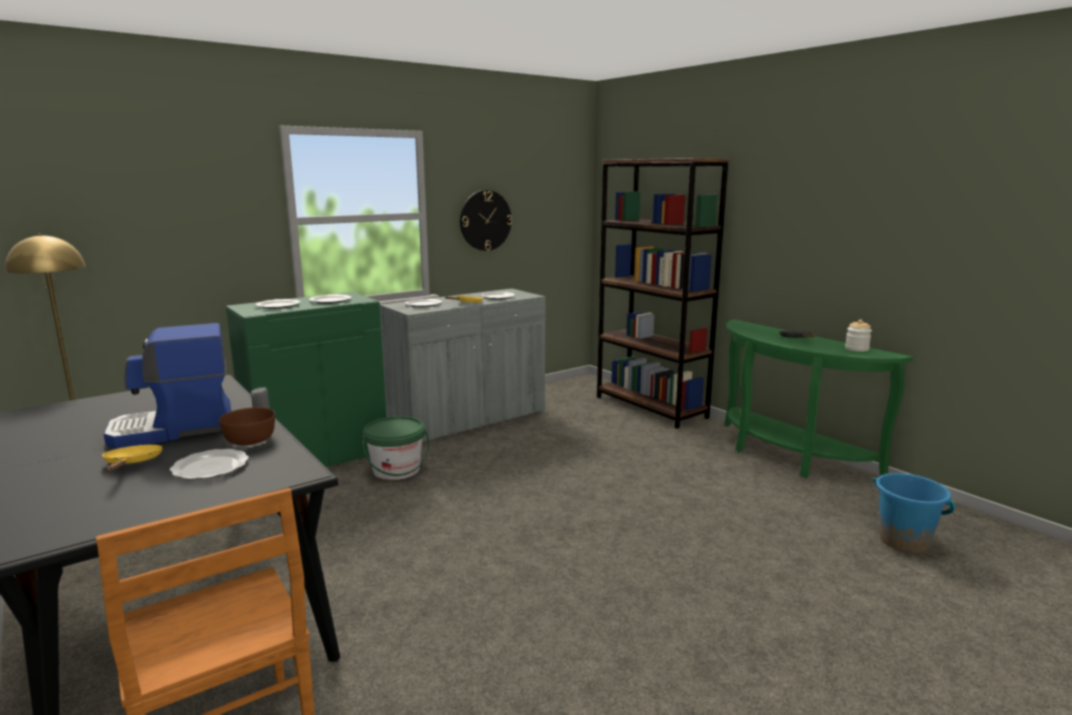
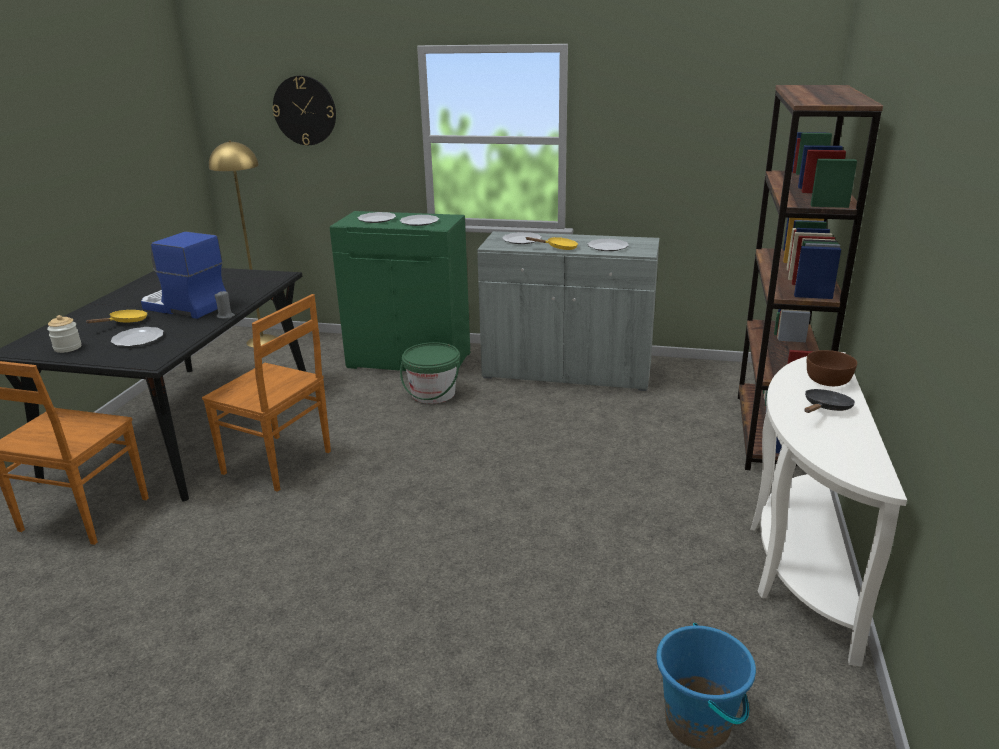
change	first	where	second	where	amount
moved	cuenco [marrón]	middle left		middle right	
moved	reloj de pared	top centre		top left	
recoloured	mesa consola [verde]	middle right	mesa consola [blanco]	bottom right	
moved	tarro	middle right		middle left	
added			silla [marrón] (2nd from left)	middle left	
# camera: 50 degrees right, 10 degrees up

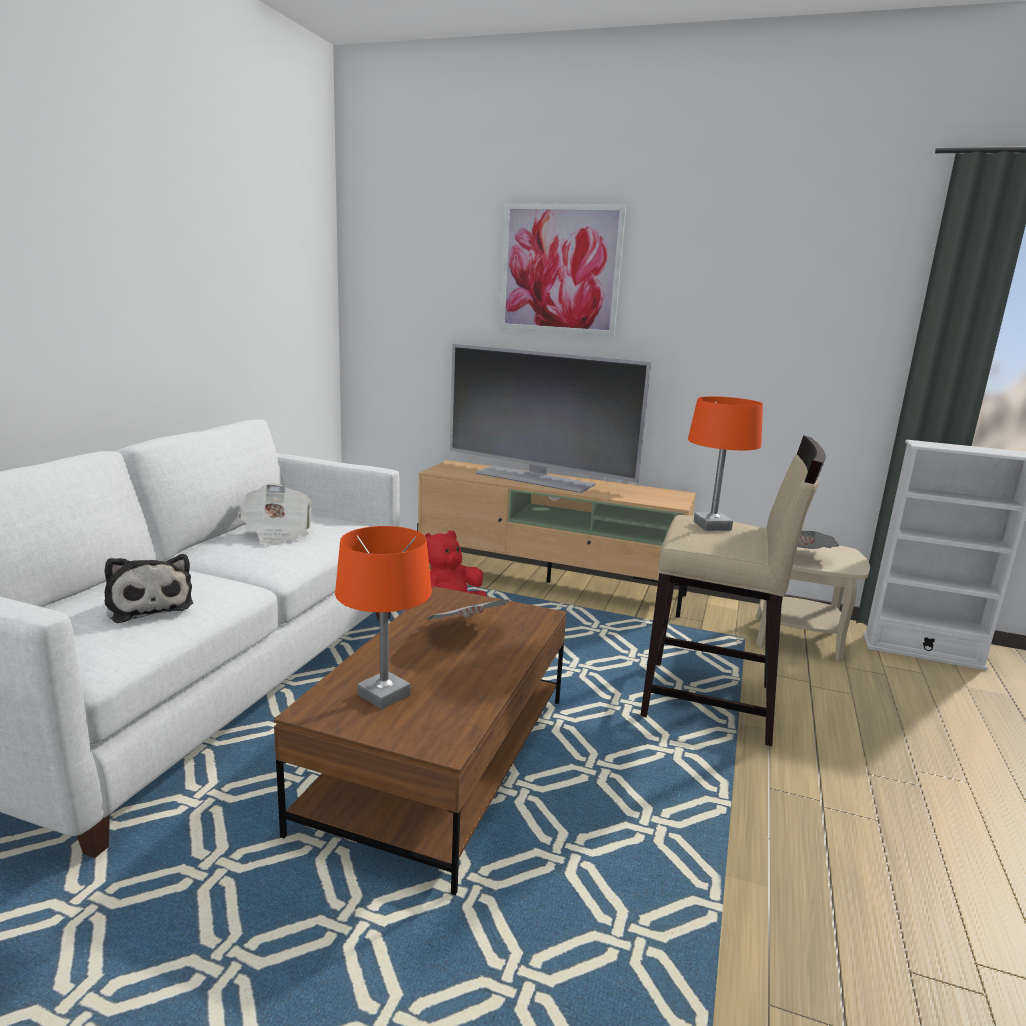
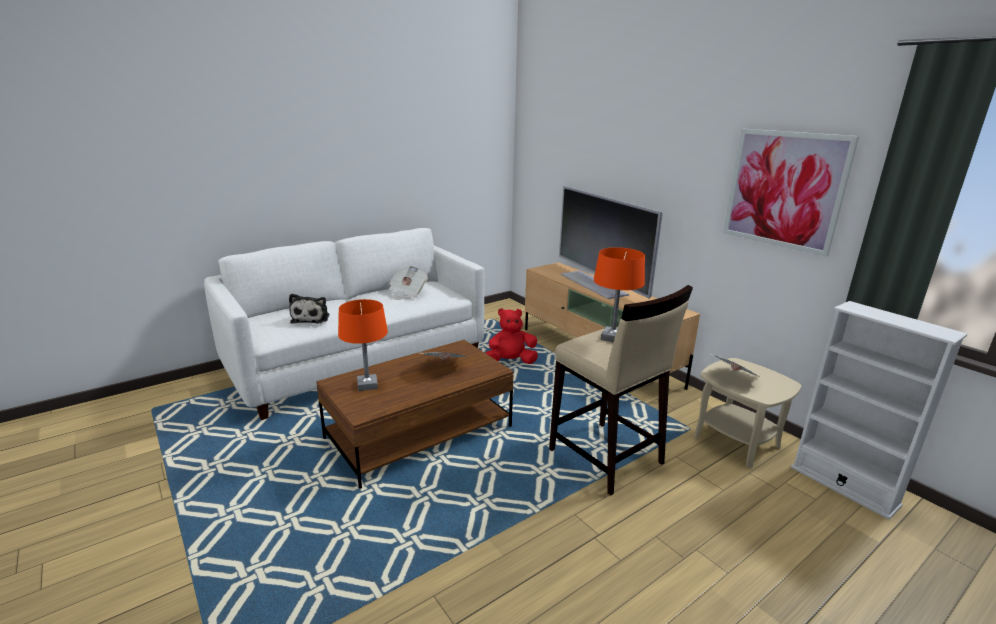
change	first	where	second	where	amount
moved	cuadro	top centre		top right	
# camera: 35 degrees right, 5 degrees up

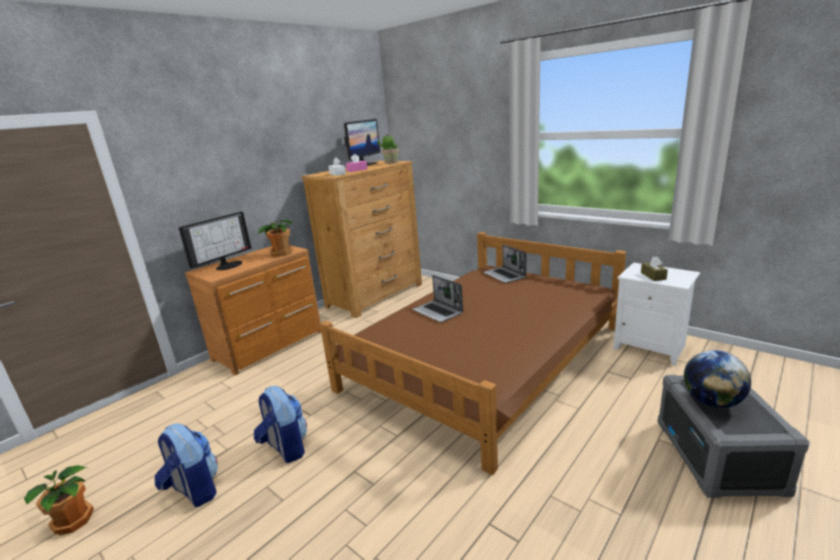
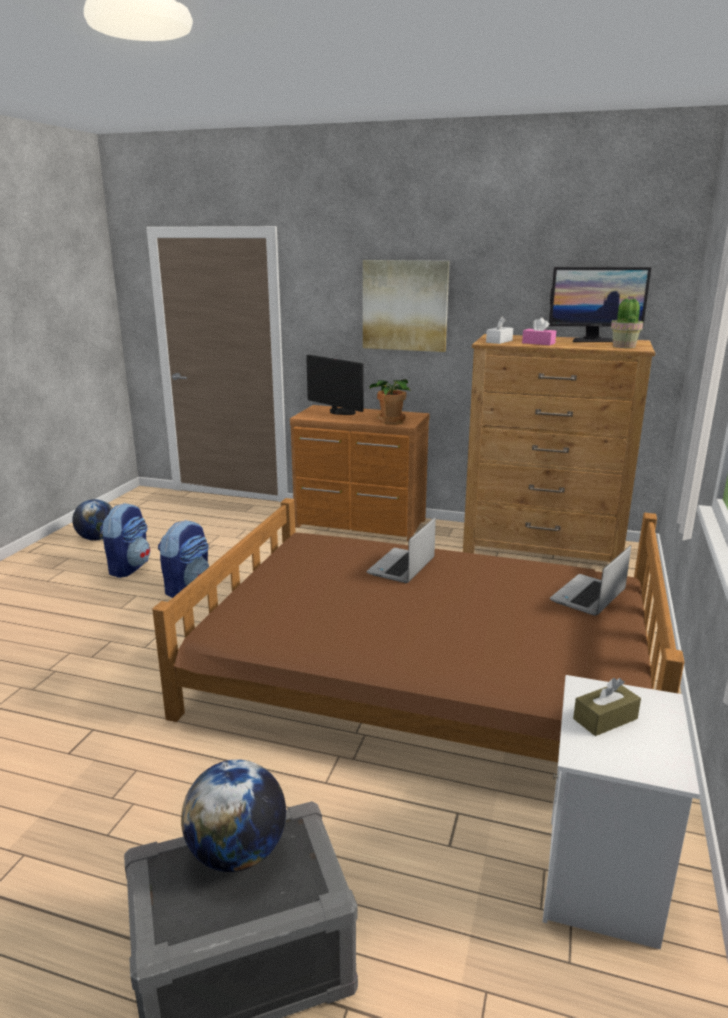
change	first	where	second	where	amount
replaced	planta en maceta (1st from left)	bottom left	globo terráqueo (1st from left)	middle left	
turned	monitor (1st from left)	middle left		centre	150 degrees counterclockwise
added			cuadro	top centre	
# camera: 65 degrees right, 0 degrees up

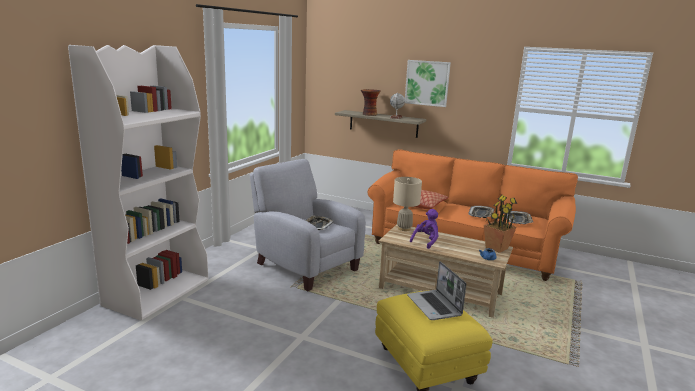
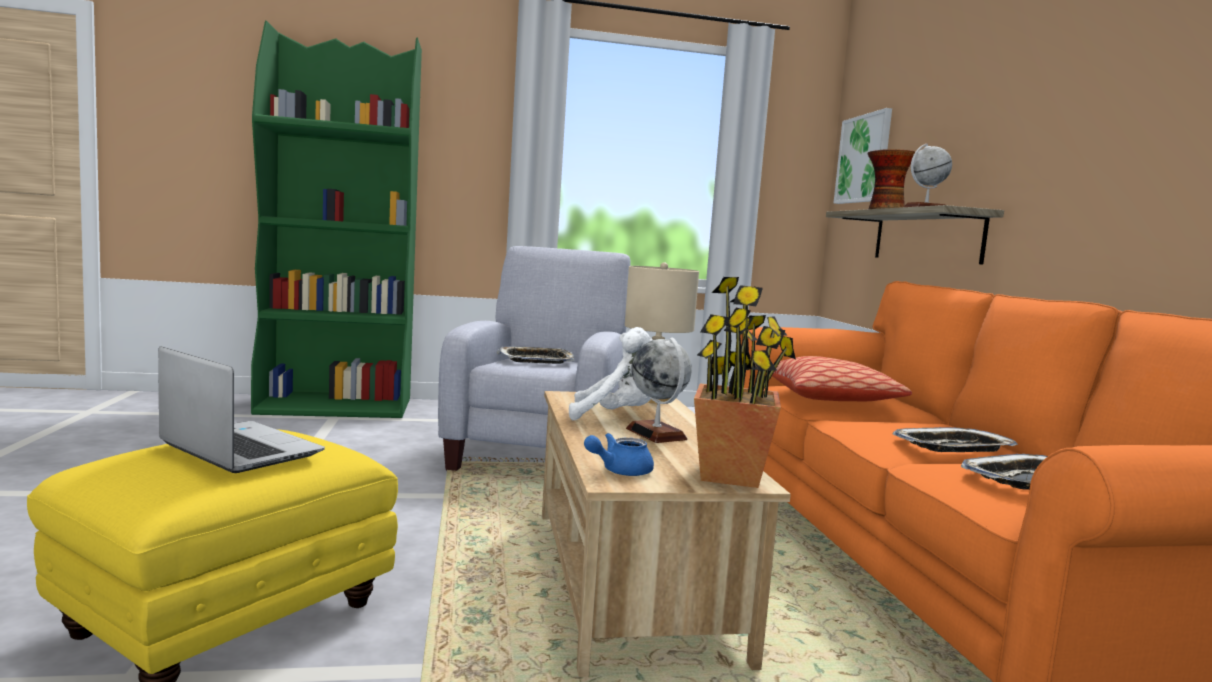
change	first	where	second	where	amount
recoloured	estantería [blanco]	middle left	estantería [verde]	top left	
moved	cuadro	top centre		top right	
turned	portátil	bottom centre		middle left	90 degrees clockwise
recoloured	peluche [morado]	centre	peluche [blanco]	centre	
added			globo terráqueo (1st from left)	centre	
# camera: 55 degrees right, 10 degrees down

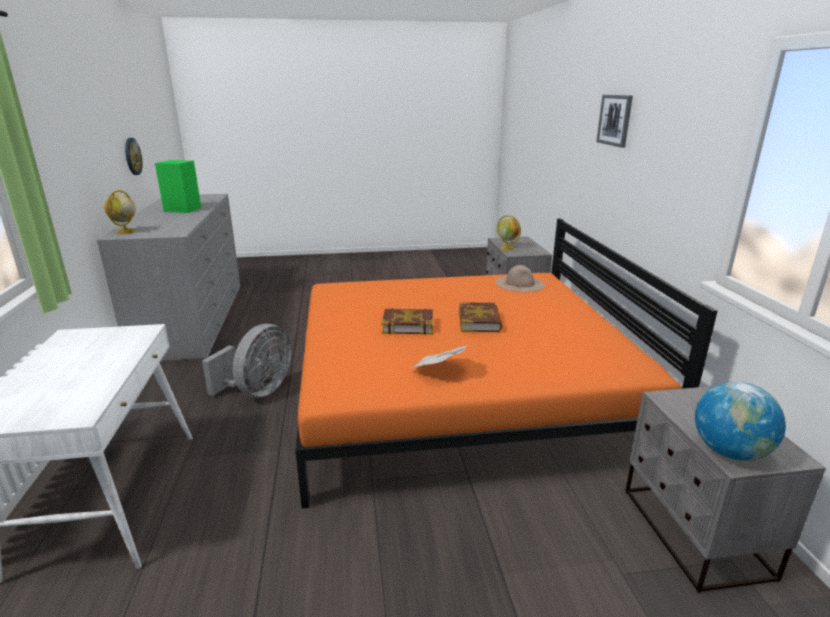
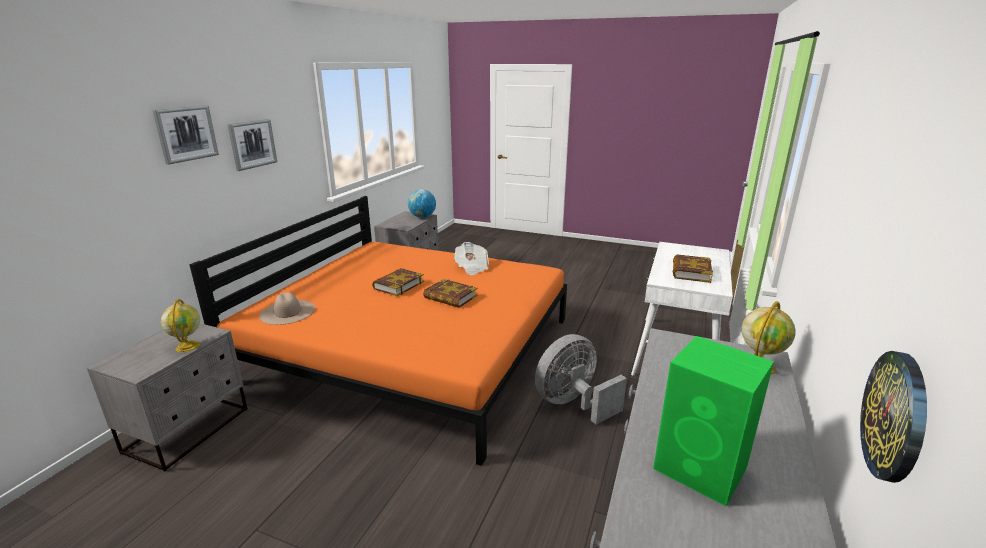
change	first	where	second	where	amount
added			cuadro (2nd from left)	top left	
added			libro (3rd from left)	middle right	
# camera: 150 degrees left, 0 degrees up

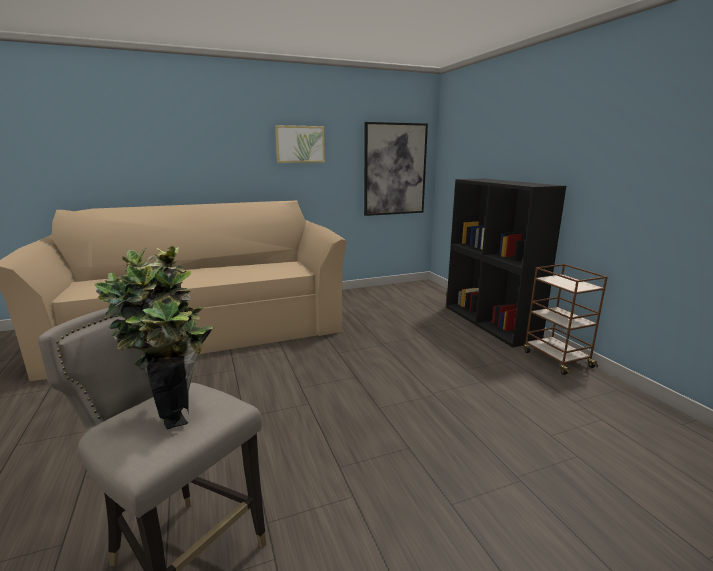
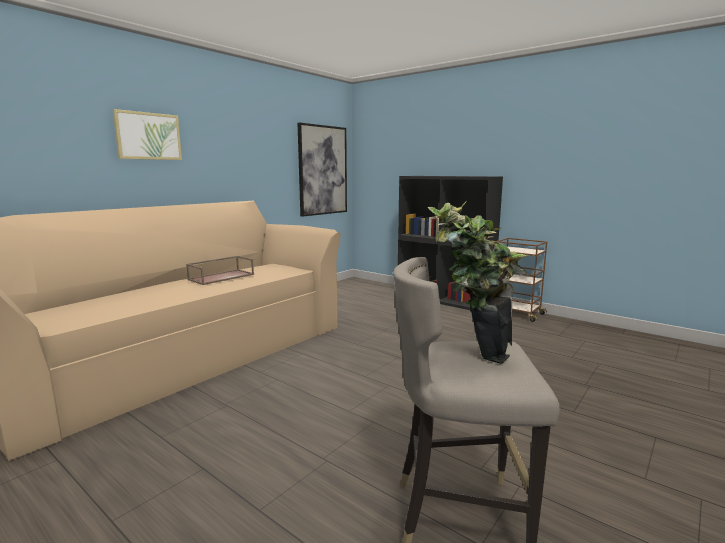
change	first	where	second	where	amount
moved	cuadro (1st from left)	top centre		top left	
added			bandeja [marrón]	middle left	
# camera: 30 degrees left, 5 degrees down

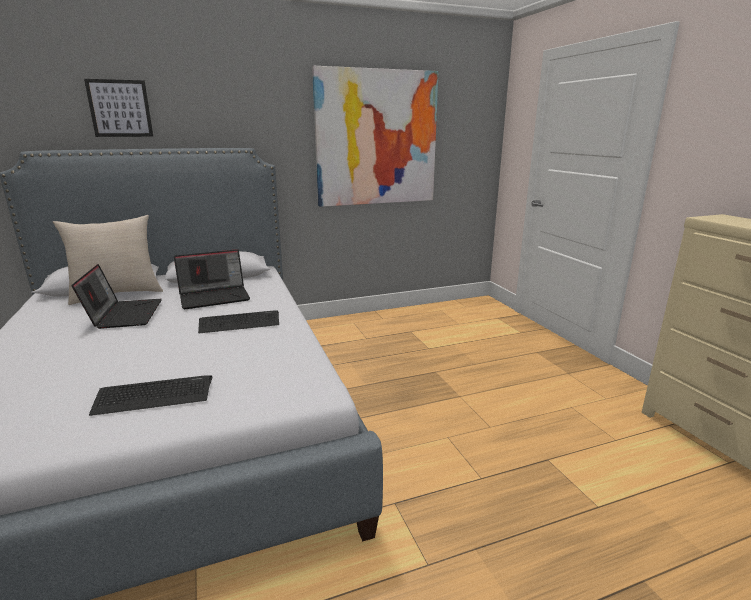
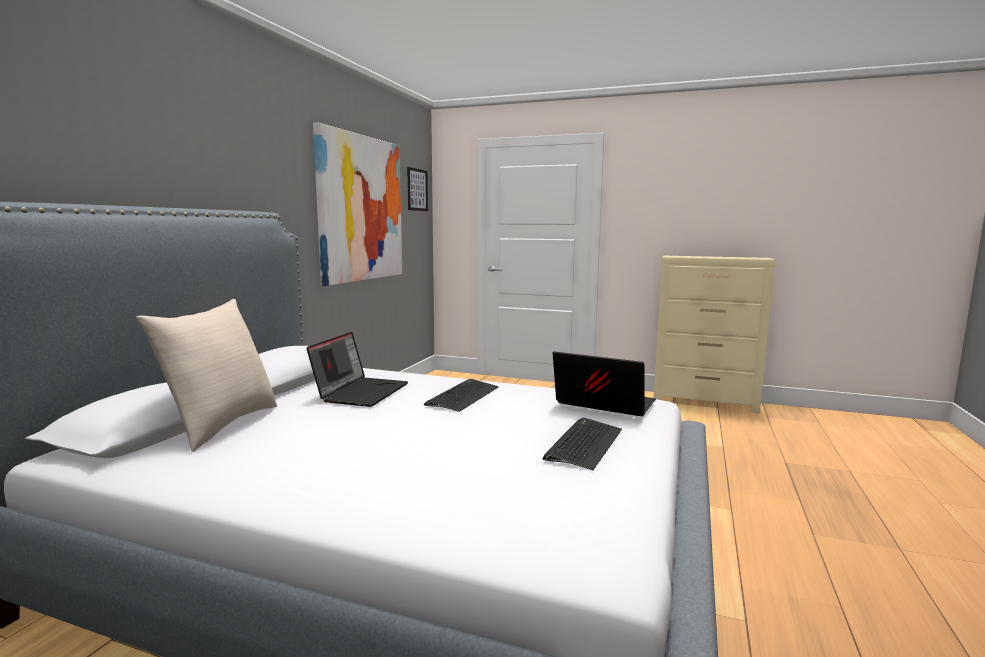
change	first	where	second	where	amount
moved	portátil (1st from left in the first image)	middle left	portátil (2nd from left)	centre	
moved	cuadro (1st from left in the first image)	top left	cuadro (2nd from left)	top centre	
# camera: 50 degrees left, 10 degrees down

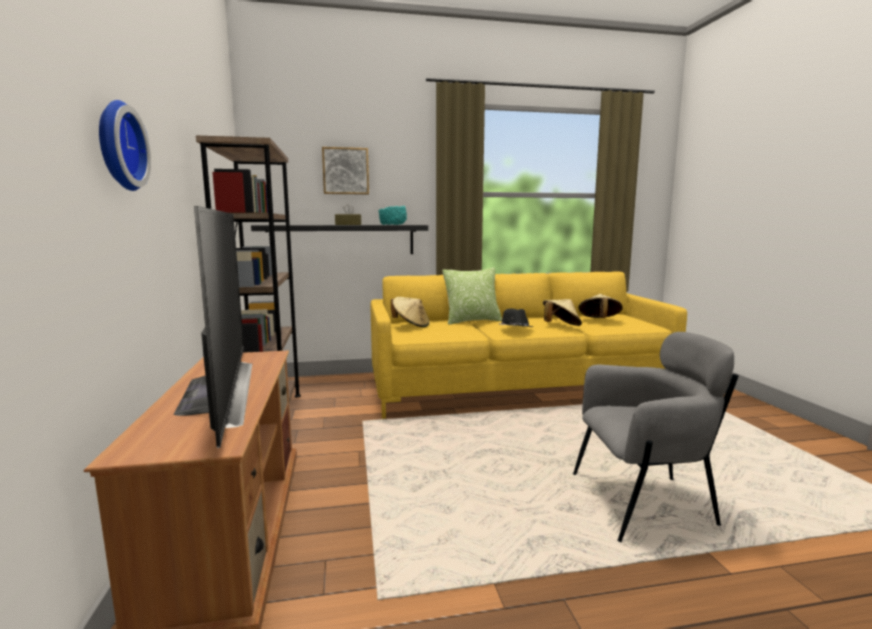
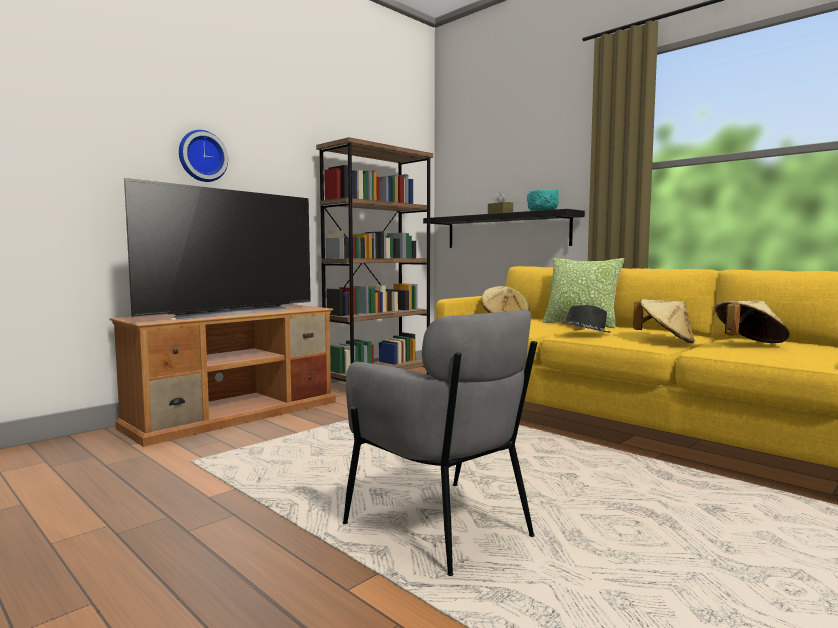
change	first	where	second	where	amount
removed	cuadro	top centre			
# camera: 55 degrees right, 5 degrees down

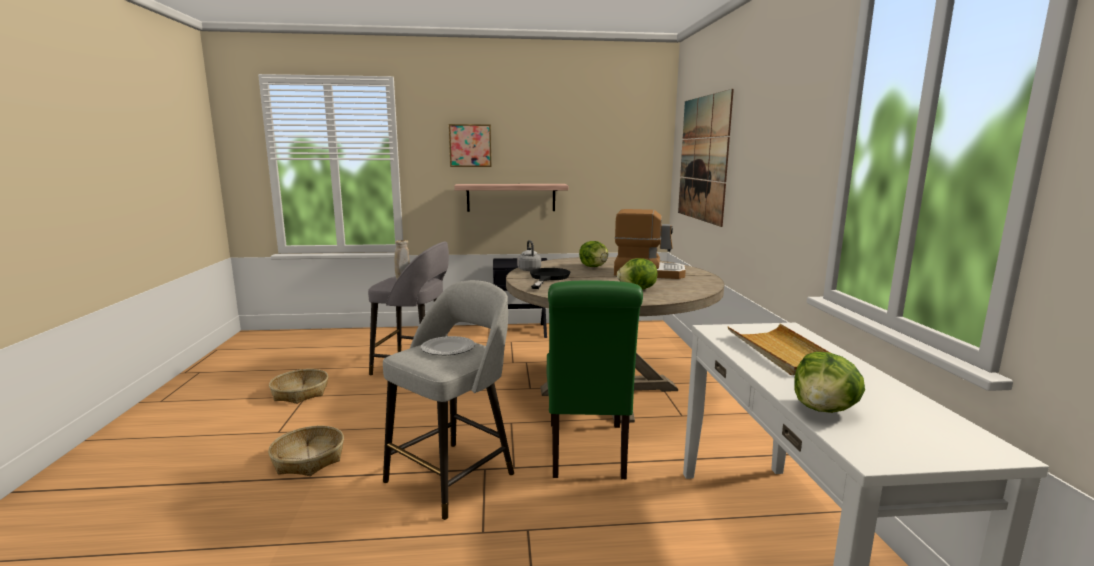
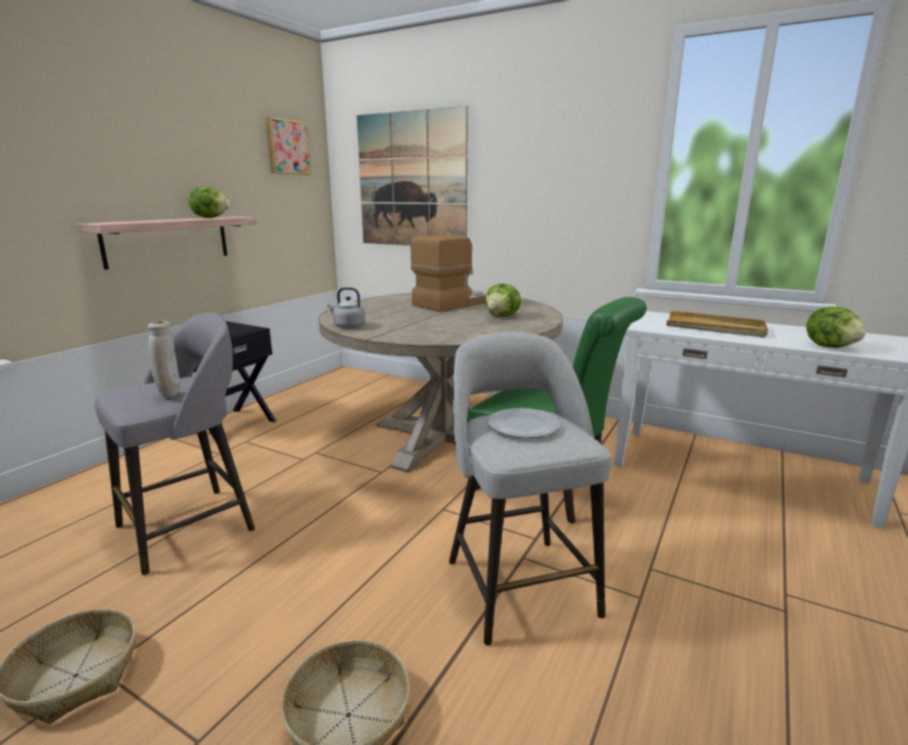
change	first	where	second	where	amount
moved	cuadro (1st from left)	top centre		top left	
removed	sartén [negro]	centre			
moved	lechuga (1st from left)	centre		top left	
# camera: 55 degrees left, 5 degrees up

